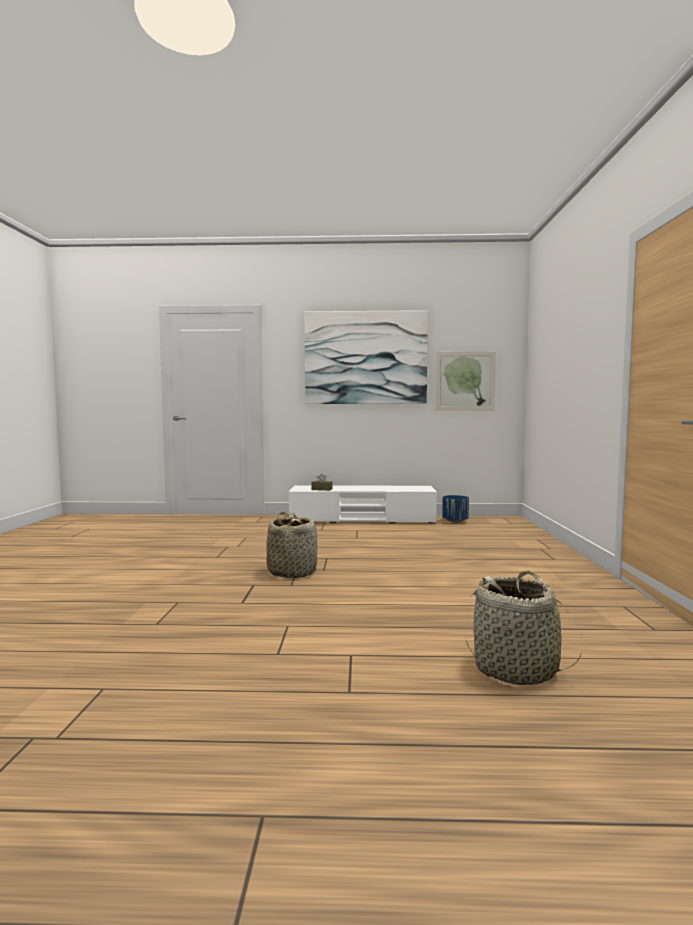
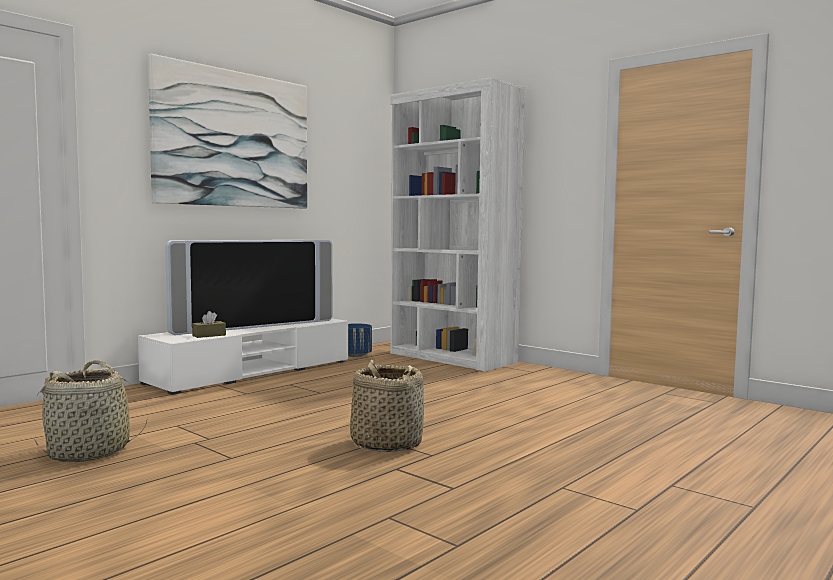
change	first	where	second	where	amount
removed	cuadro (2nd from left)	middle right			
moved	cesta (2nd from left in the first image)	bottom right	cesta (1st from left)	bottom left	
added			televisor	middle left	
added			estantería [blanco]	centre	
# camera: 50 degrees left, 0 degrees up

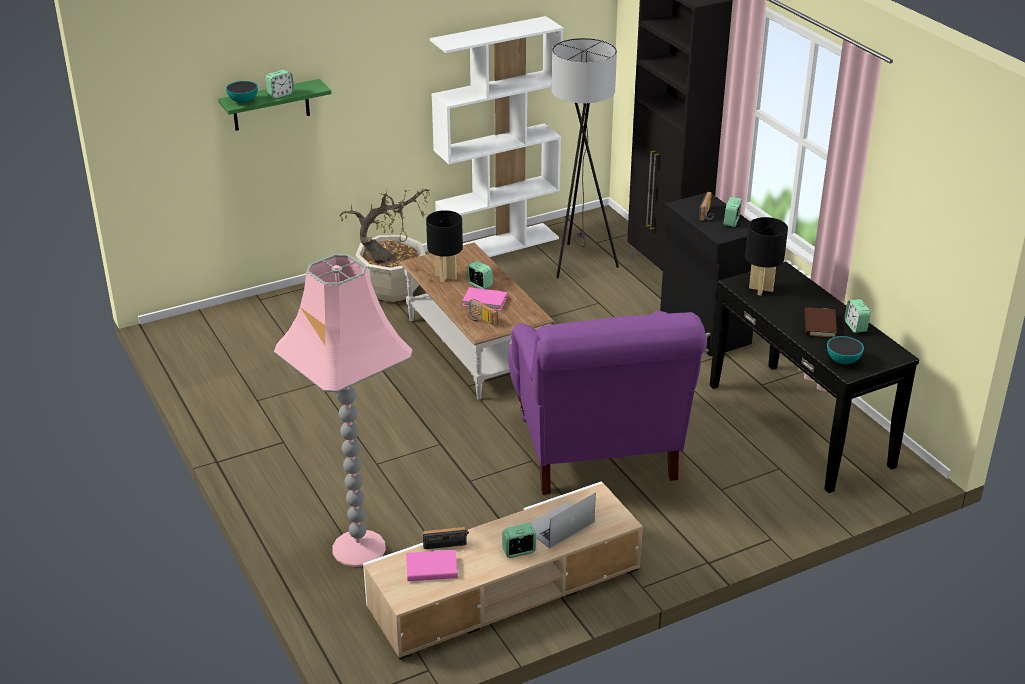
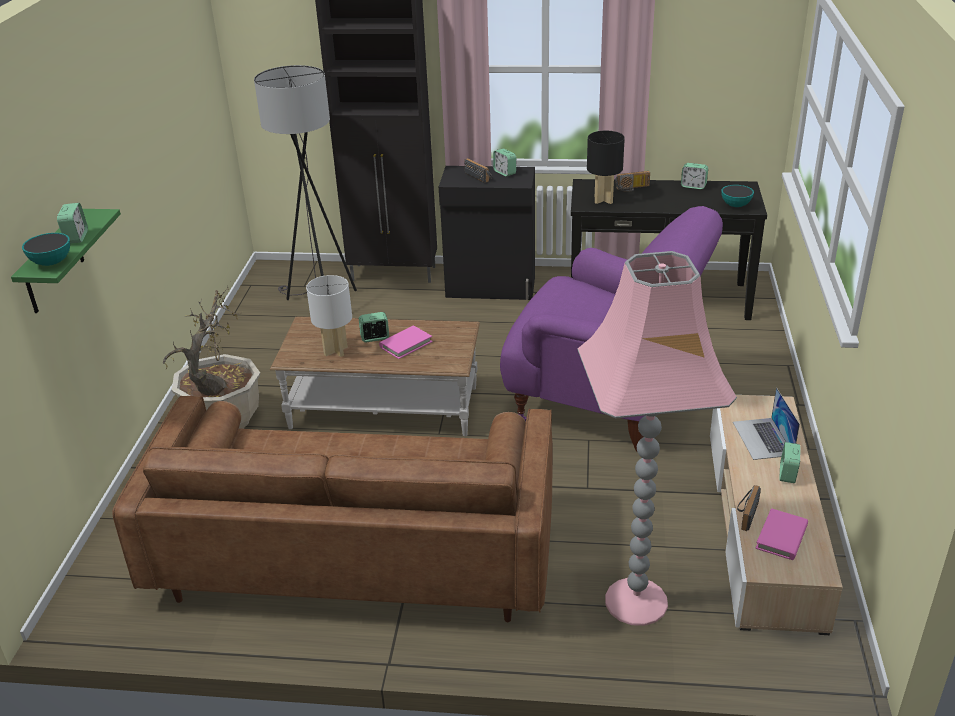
change	first	where	second	where	amount
recoloured	lámpara de mesa [negro] (1st from left)	centre	lámpara de mesa [blanco]	centre	
removed	estantería [blanco]	top centre			
moved	radio (2nd from left)	centre		top centre	
removed	libro [marrón]	middle right			
added			sofá [marrón]	bottom centre	
# camera: 55 degrees left, 0 degrees up

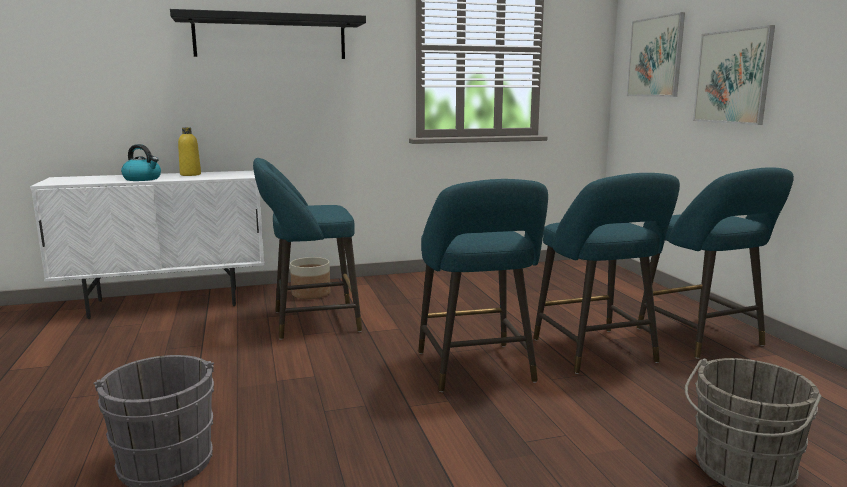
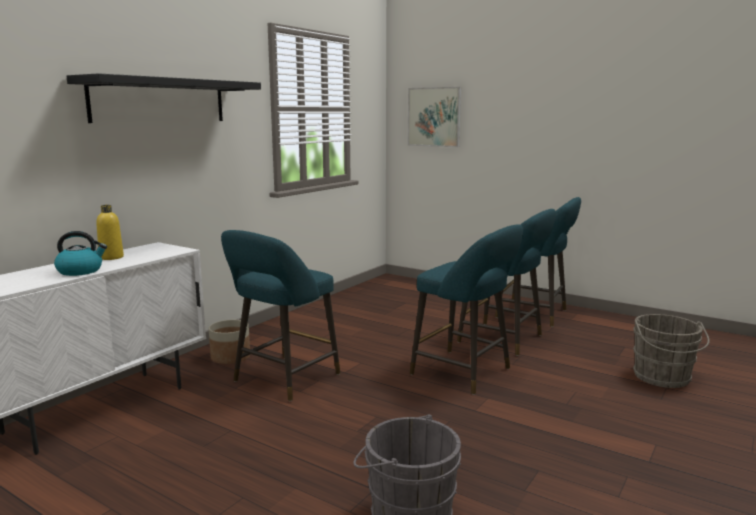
change	first	where	second	where	amount
removed	cuadro (2nd from left)	top right			
# camera: 40 degrees left, 0 degrees up

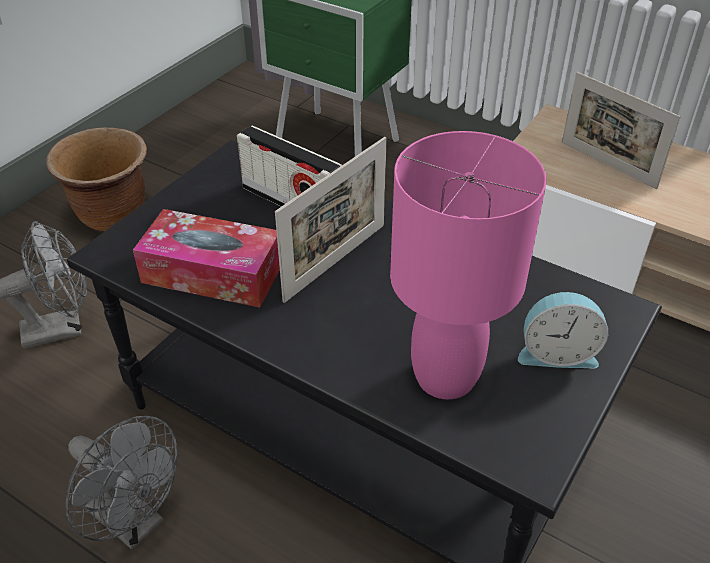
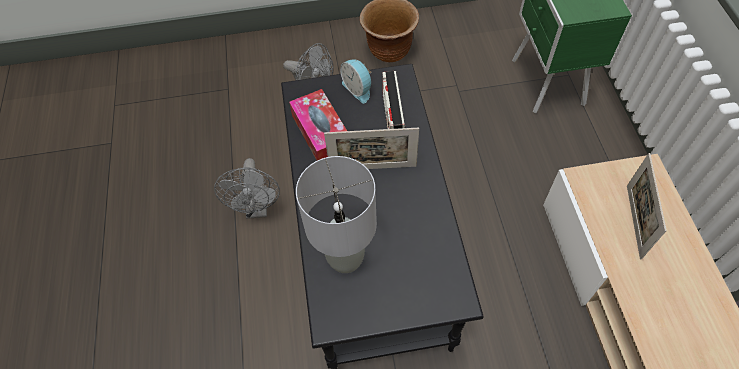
change	first	where	second	where	amount
recoloured	lámpara de mesa [rosa]	centre	lámpara de mesa [gris]	centre	
moved	despertador	middle right		top centre	
# camera: 50 degrees right, 15 degrees up

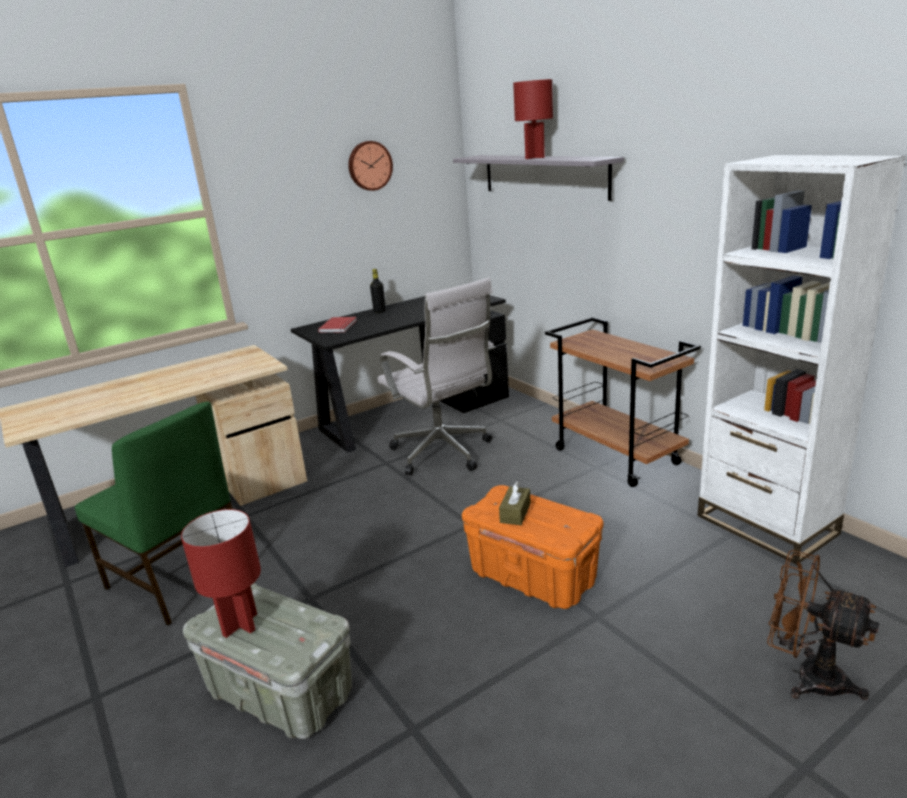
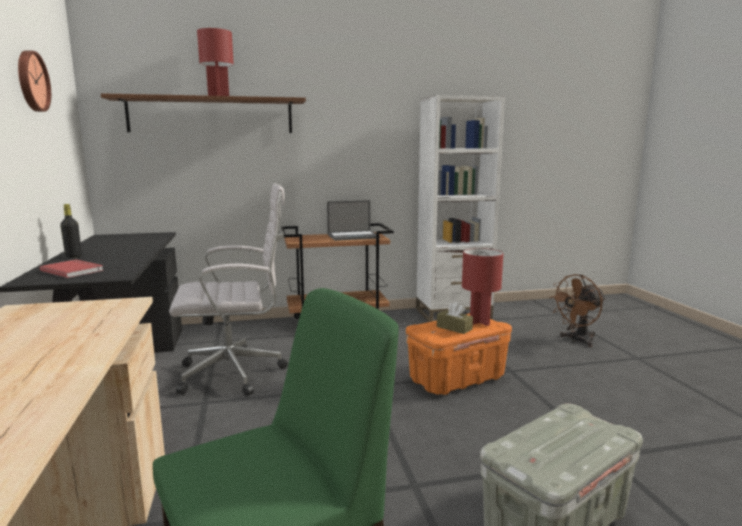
change	first	where	second	where	amount
moved	lámpara de mesa [rojo] (1st from left in the first image)	bottom left	lámpara de mesa [rojo] (2nd from left)	centre	
recoloured	estante [gris]	top centre	estante [marrón]	top left	
added			portátil	centre	
# camera: 70 degrees left, 10 degrees down

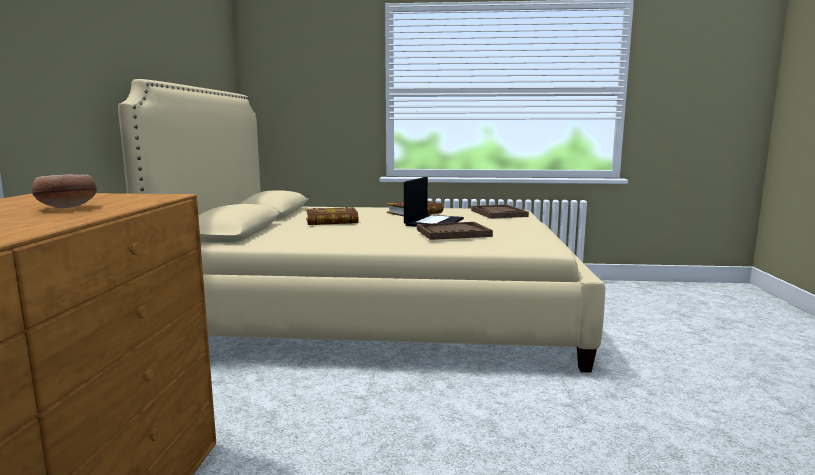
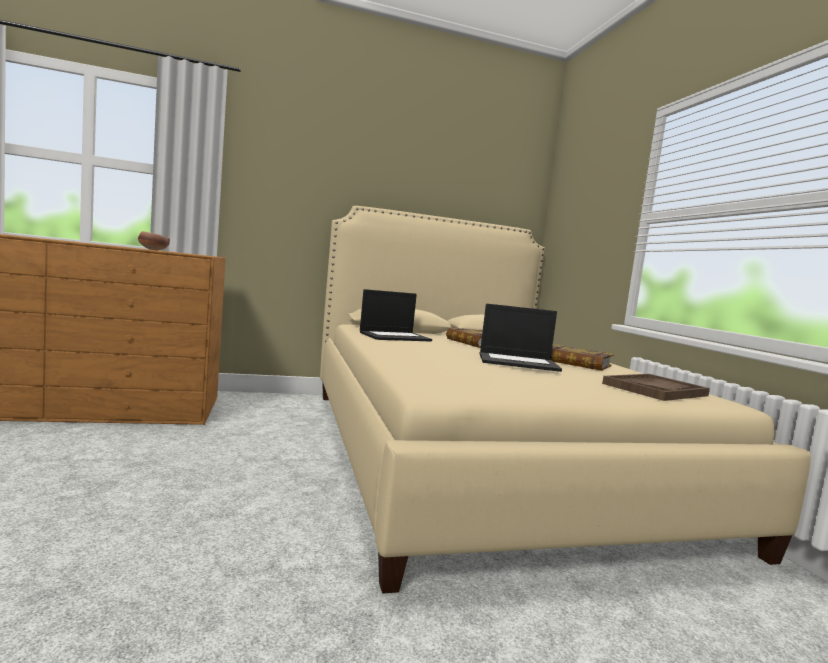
change	first	where	second	where	amount
removed	bandeja [marrón] (1st from left)	centre			
added			portátil (1st from left)	centre	
# camera: 70 degrees right, 5 degrees down

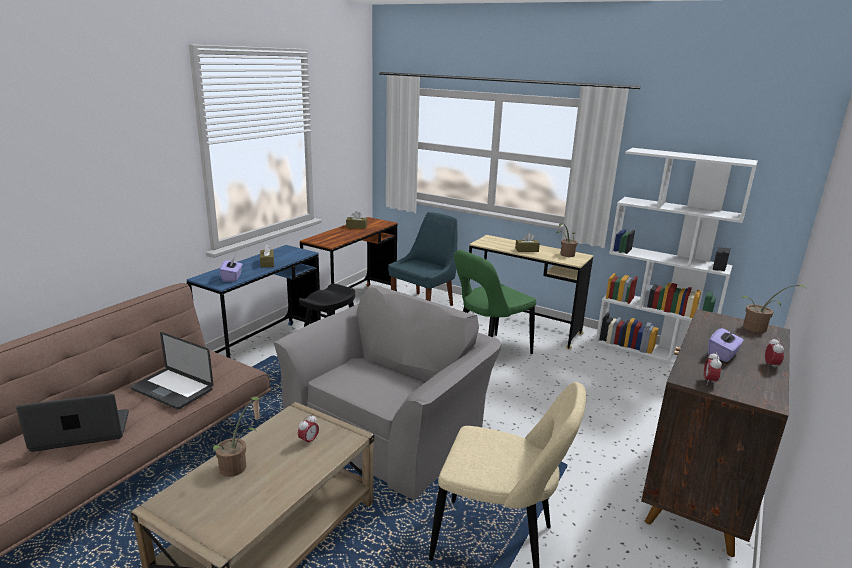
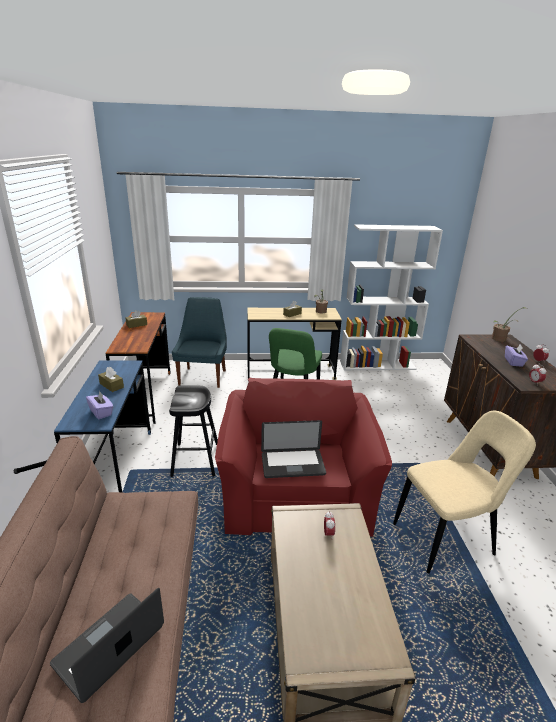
change	first	where	second	where	amount
moved	portátil (2nd from left)	middle left		centre	
removed	planta en maceta (1st from left)	bottom left			
recoloured	sillón [gris]	bottom centre	sillón [rojo]	centre	
# camera: 35 degrees left, 5 degrees up

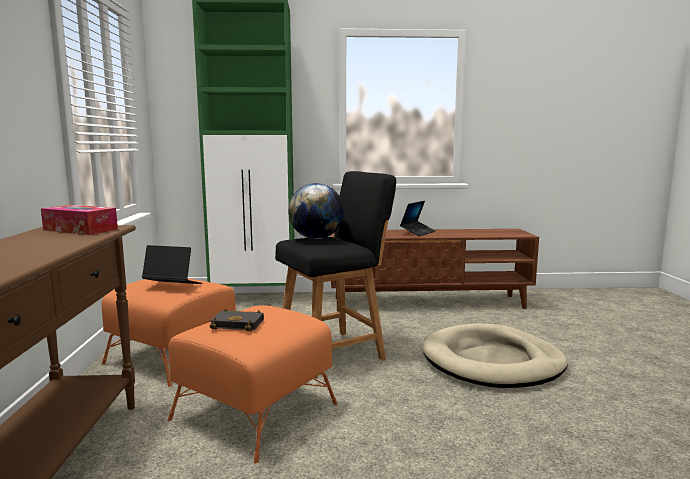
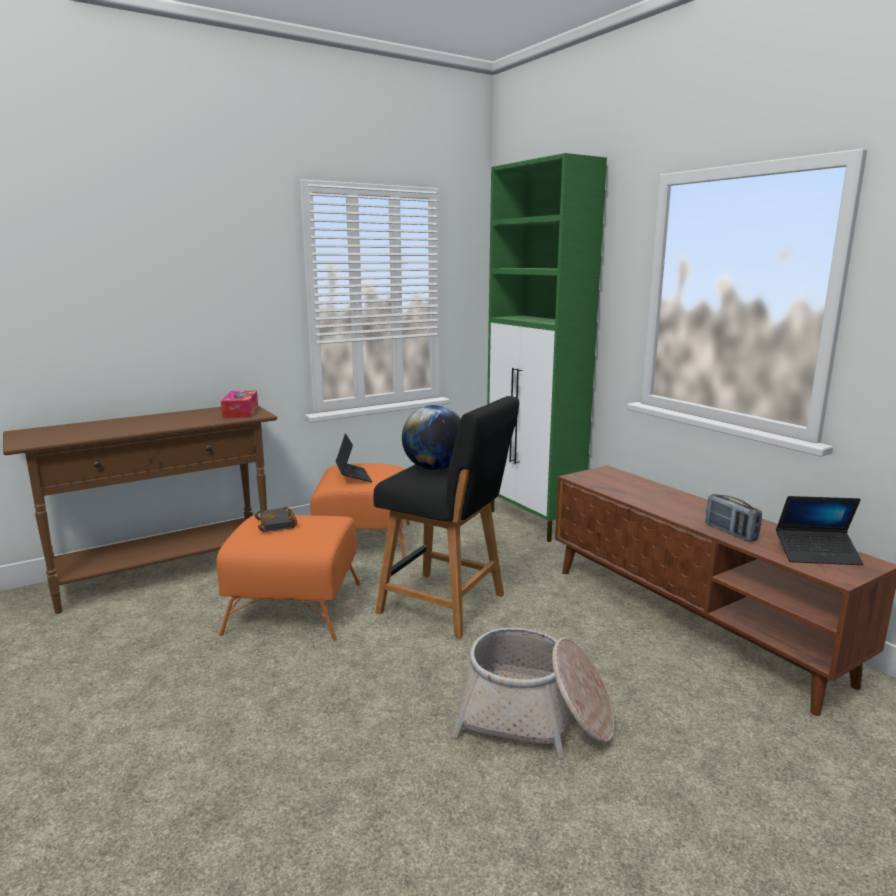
change	first	where	second	where	amount
moved	portátil (2nd from left)	centre		middle right	
replaced	cama para perro [beis]	bottom right	cesta	bottom centre	
added			radio	middle right	
# camera: 60 degrees right, 5 degrees up

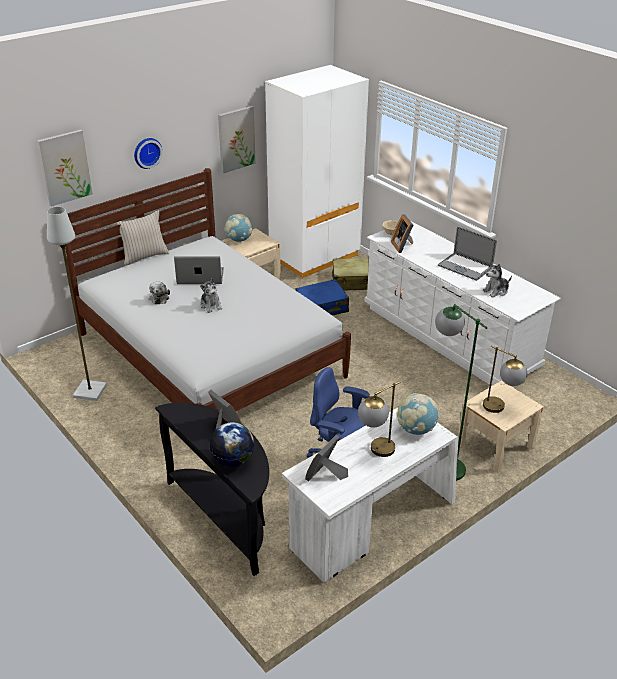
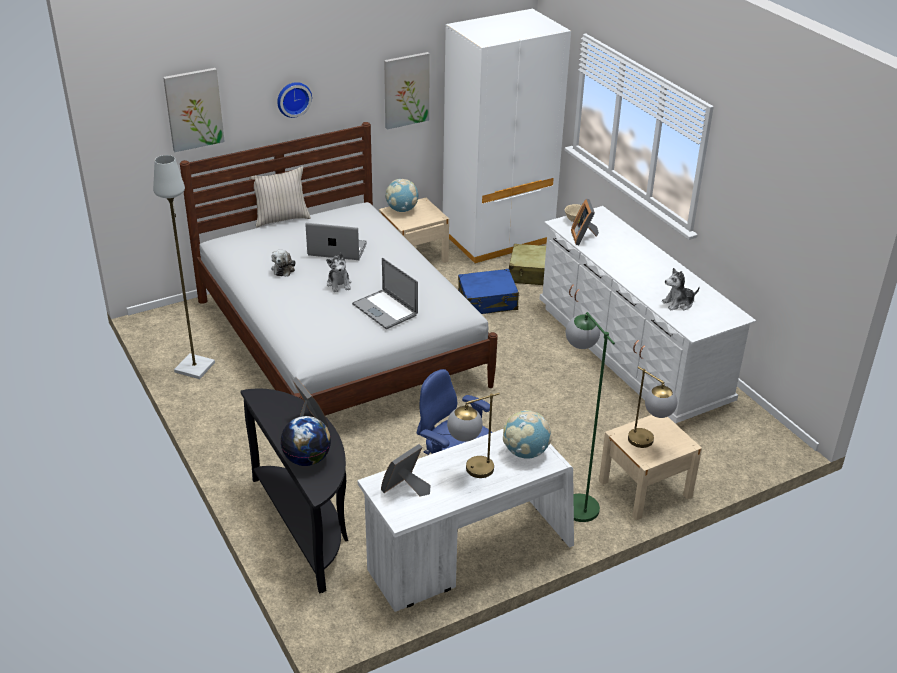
change	first	where	second	where	amount
moved	portátil (2nd from left)	middle right		centre	
# camera: 10 degrees right, 0 degrees up

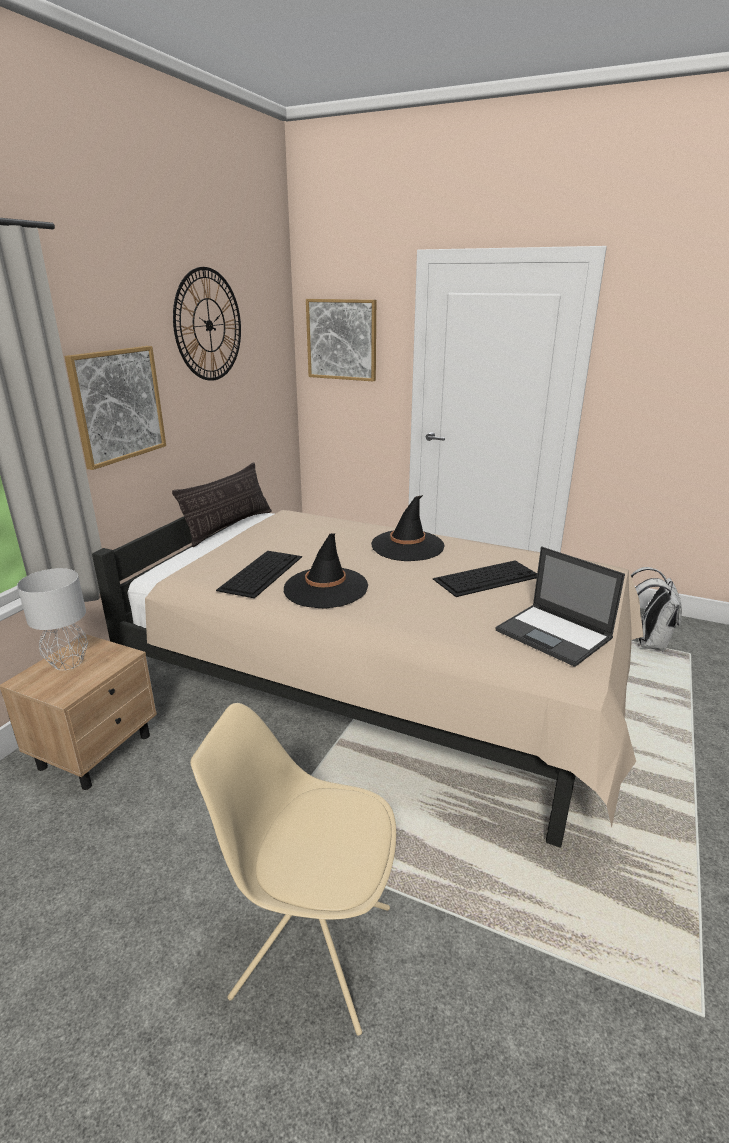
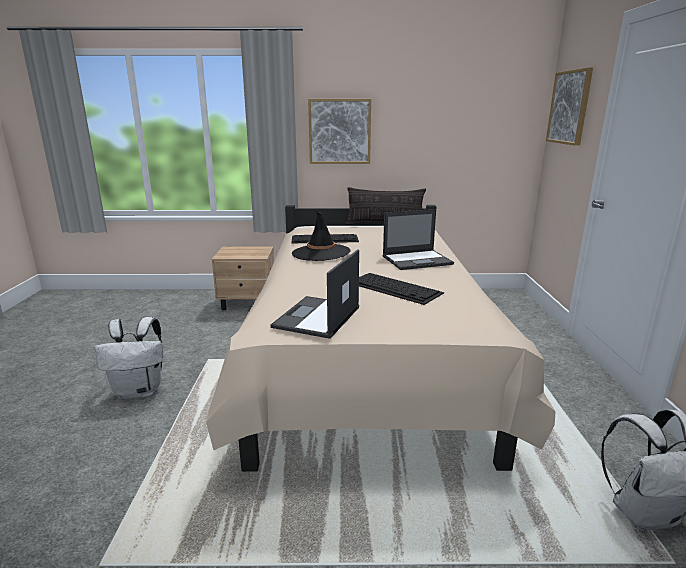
change	first	where	second	where	amount
removed	lámpara de mesa [gris]	middle left			
removed	reloj de pared	top left			
replaced	silla [beis]	bottom centre	mochila [blanco] (1st from left)	middle left	
replaced	sombrero [negro] (2nd from left)	centre	portátil (2nd from left)	centre	
# camera: 65 degrees right, 5 degrees down

